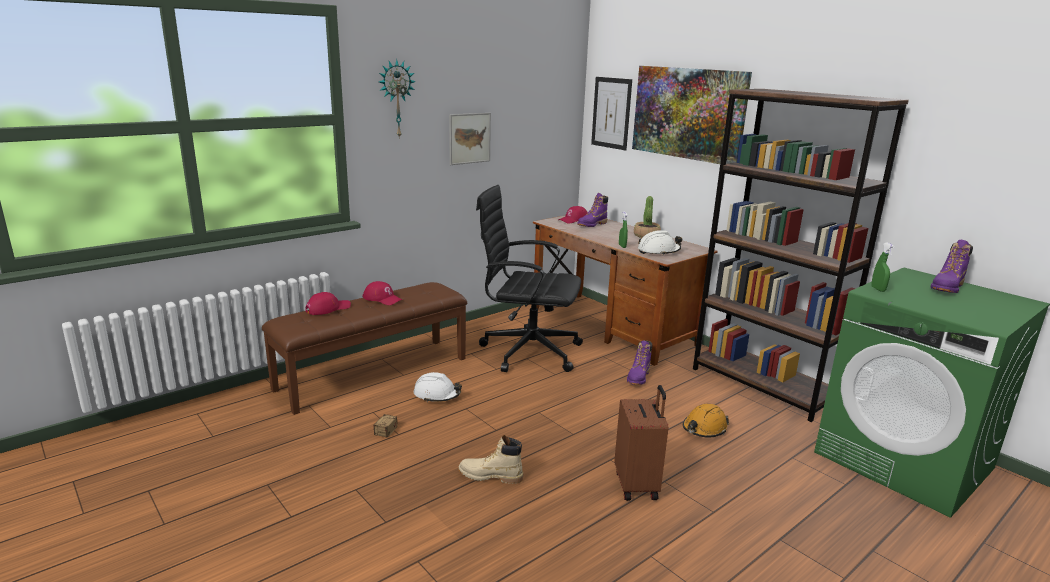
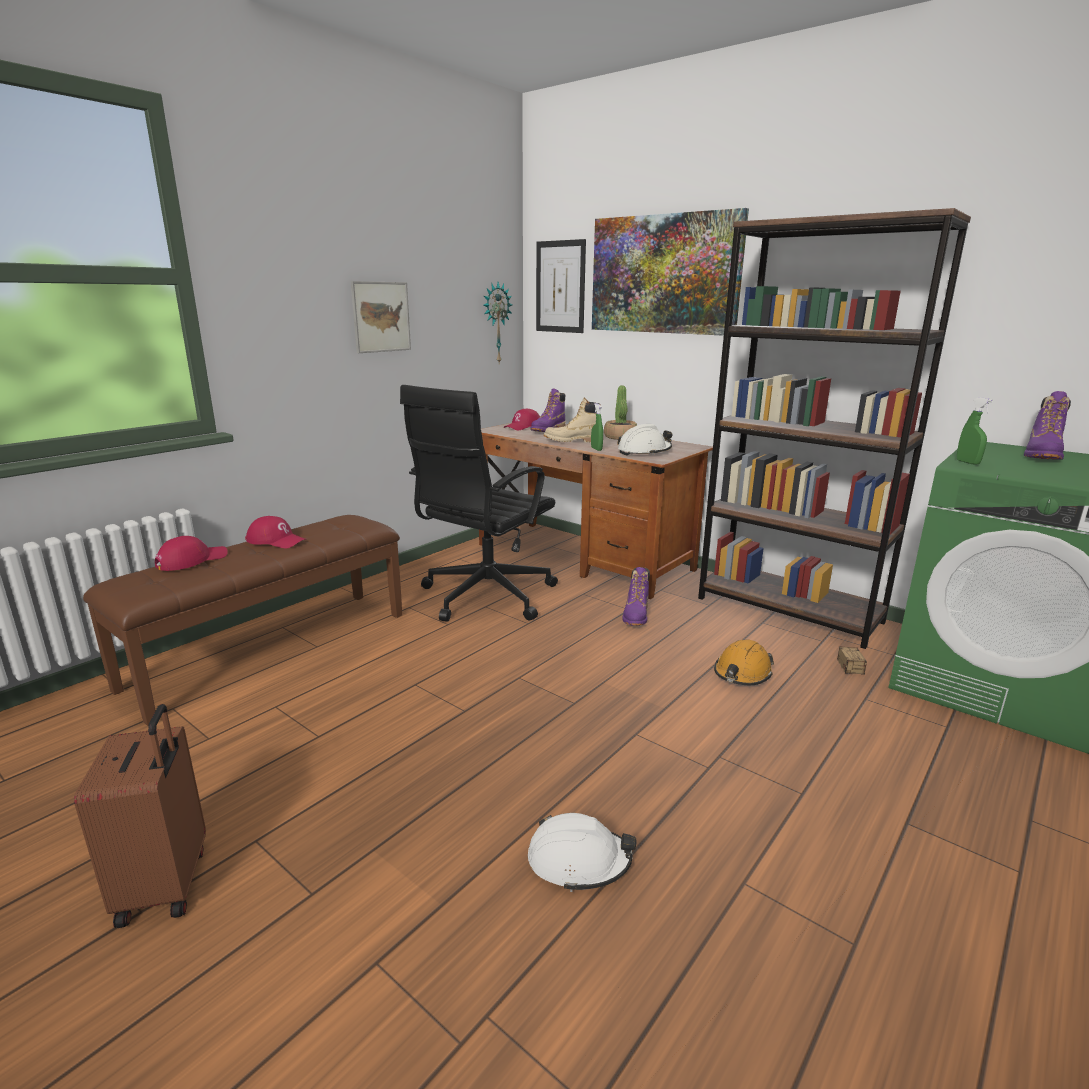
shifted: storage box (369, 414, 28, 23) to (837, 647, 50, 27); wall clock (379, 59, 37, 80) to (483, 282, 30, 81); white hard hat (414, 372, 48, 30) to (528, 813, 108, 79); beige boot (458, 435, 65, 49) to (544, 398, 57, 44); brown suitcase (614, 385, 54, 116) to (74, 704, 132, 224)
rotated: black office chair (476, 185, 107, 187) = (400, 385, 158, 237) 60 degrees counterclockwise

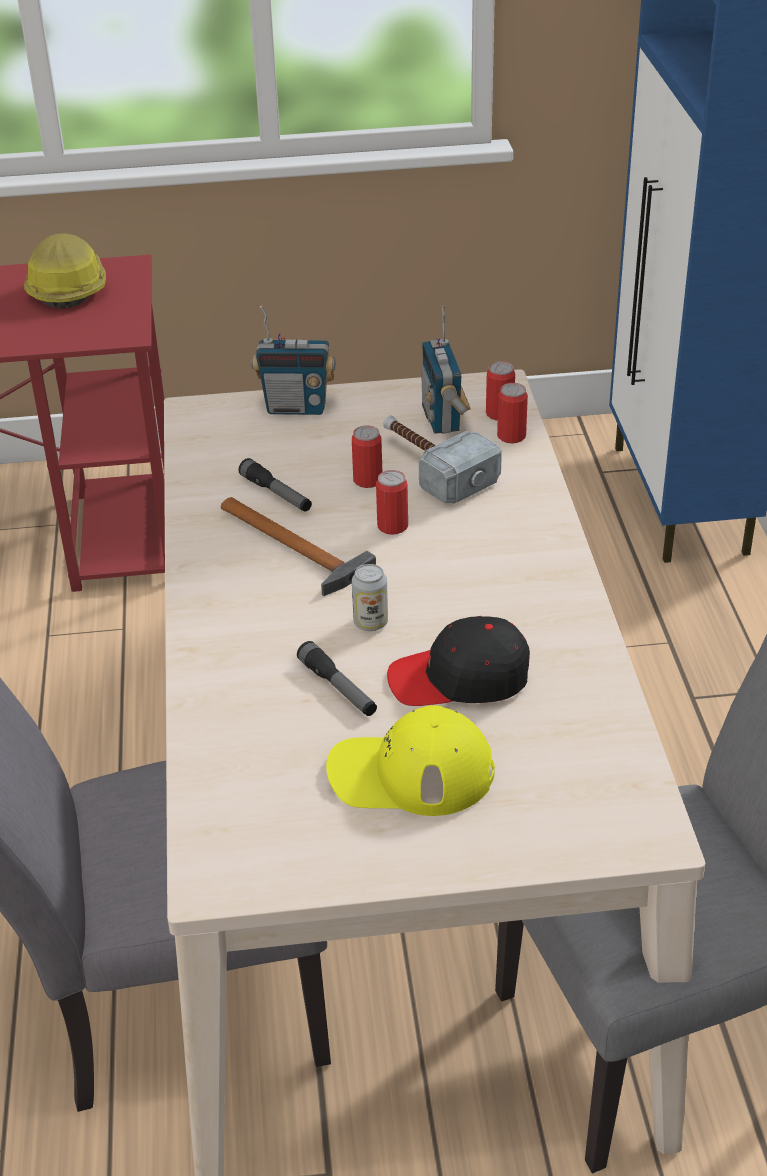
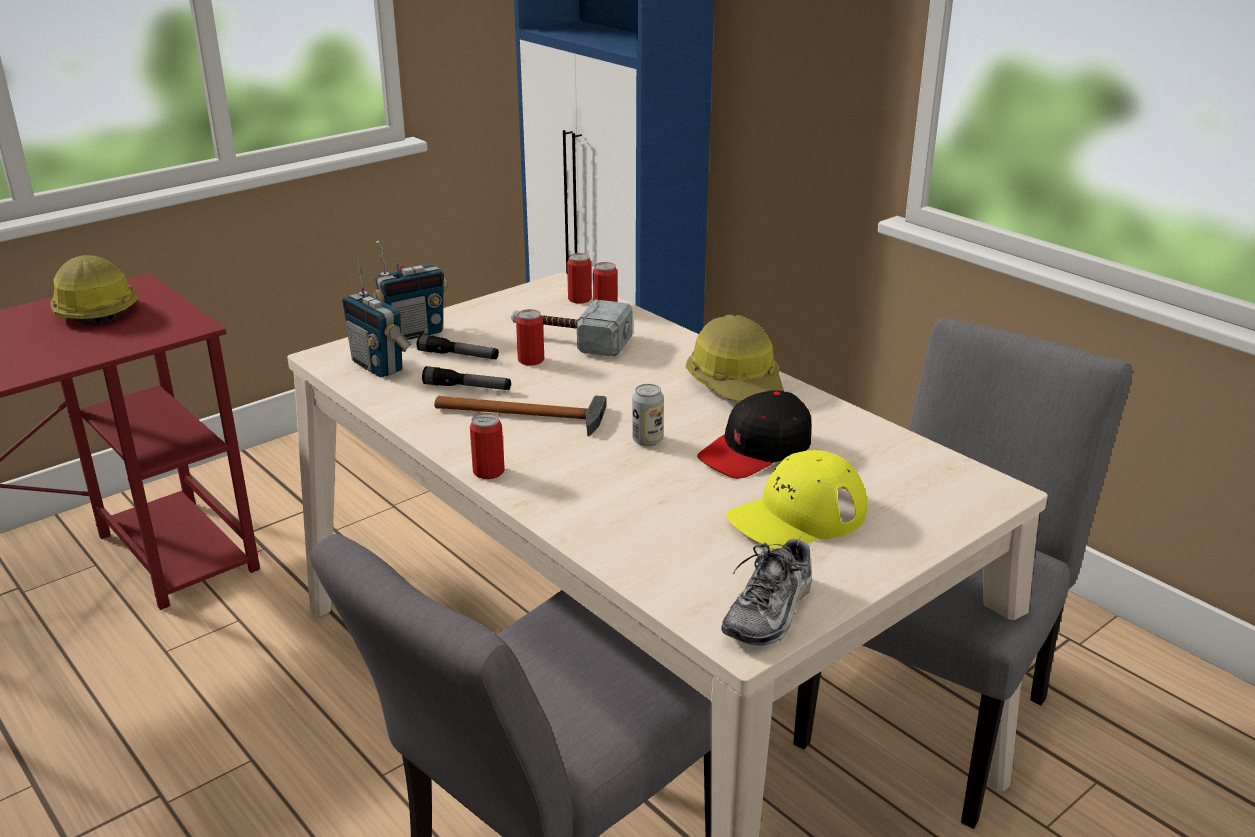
new: hard hat (686, 315, 98, 86); shoe (721, 535, 91, 110)
shifted: flashlight (297, 641, 80, 75) to (417, 334, 82, 25); can (376, 470, 32, 65) to (470, 413, 35, 66); radio (421, 305, 50, 129) to (342, 258, 69, 120)

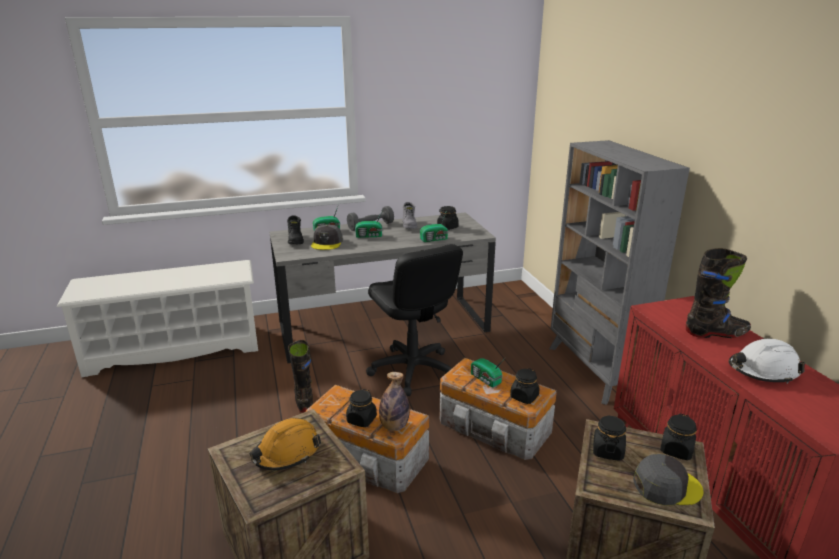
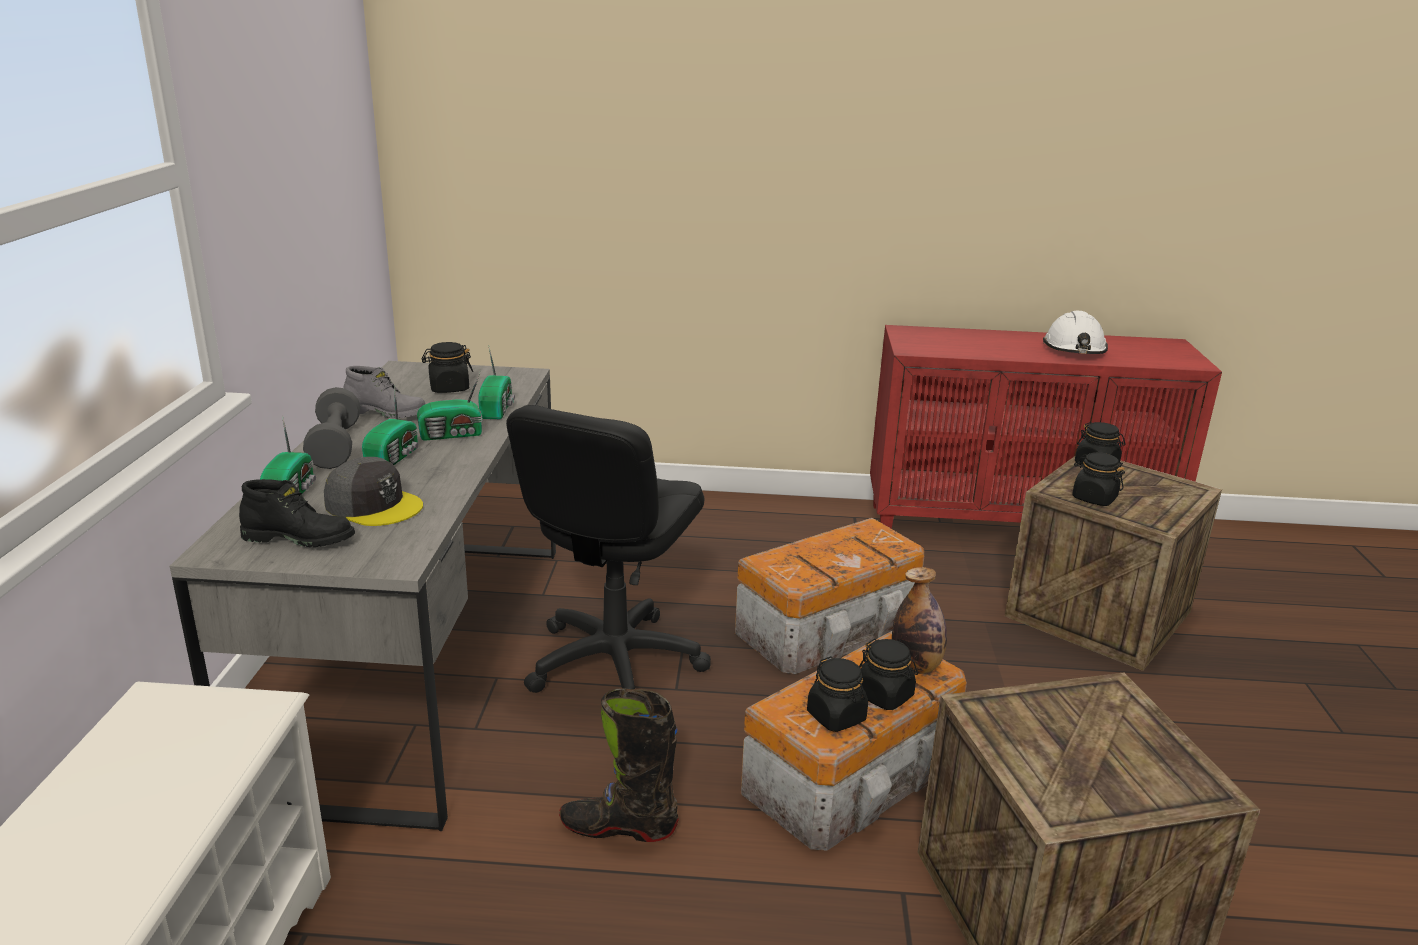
gone: orange hard hat (249, 418, 72, 52); grey bookcase (549, 140, 141, 265); grey cap (633, 454, 71, 51); black boot (686, 248, 65, 90)
shifted: radio (471, 357, 35, 30) to (417, 371, 66, 70); black jar (510, 368, 30, 36) to (807, 656, 61, 76)
rotated: black office chair (366, 244, 97, 152) = (506, 405, 205, 288) 120 degrees clockwise

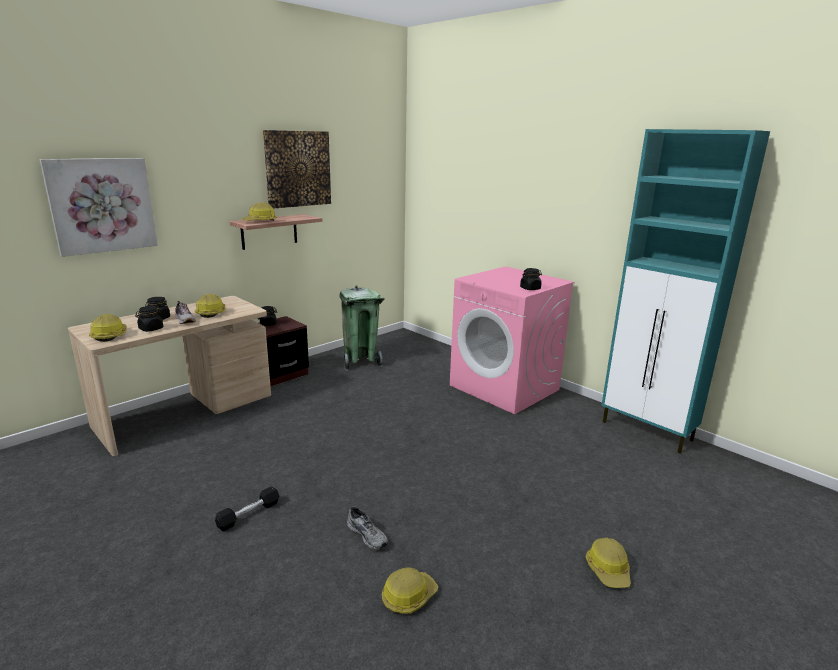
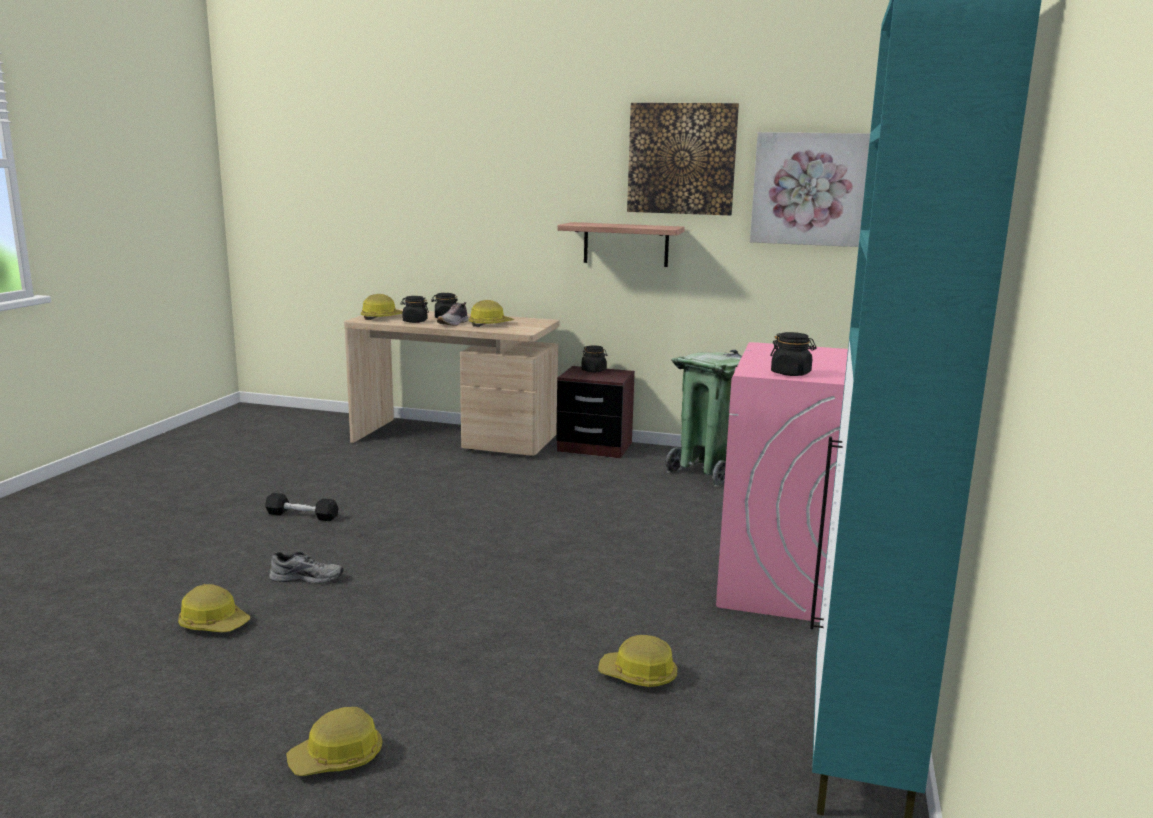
shifted: picture (40, 158, 118, 99) to (750, 132, 120, 115); hard hat (242, 202, 35, 19) to (598, 635, 79, 52)
rotated: grey shoe (347, 507, 41, 43) = (269, 552, 75, 32) 105 degrees counterclockwise

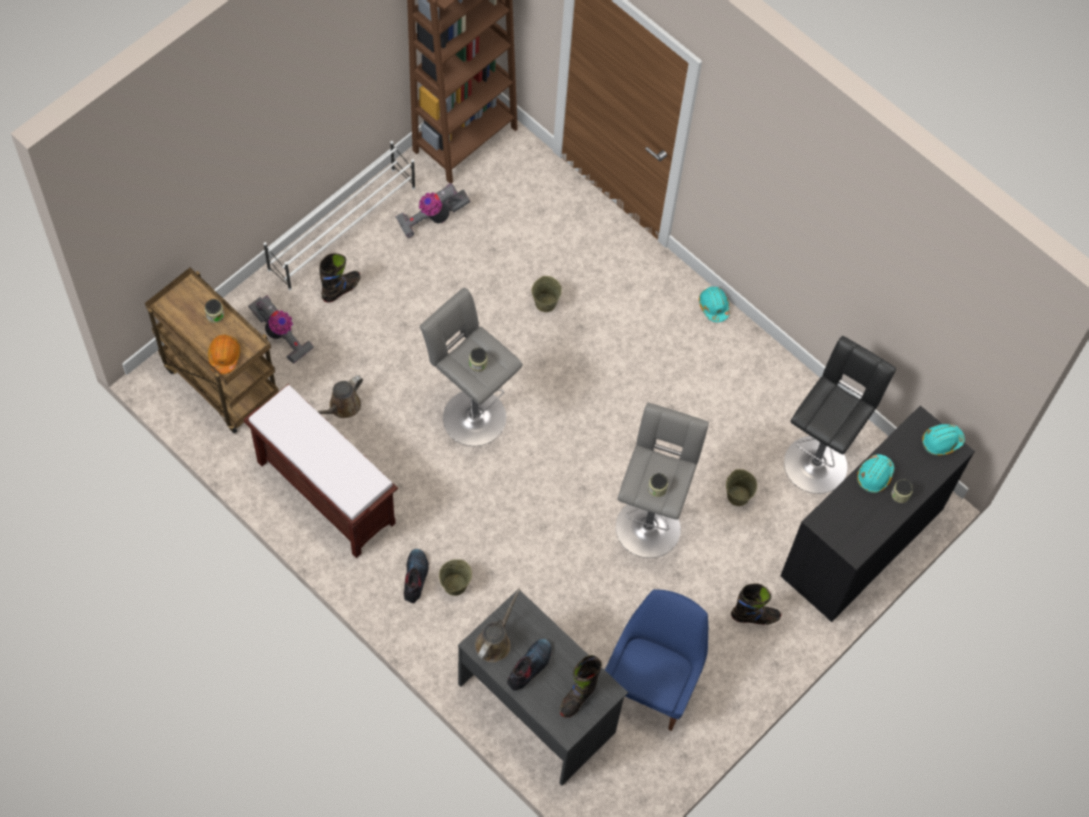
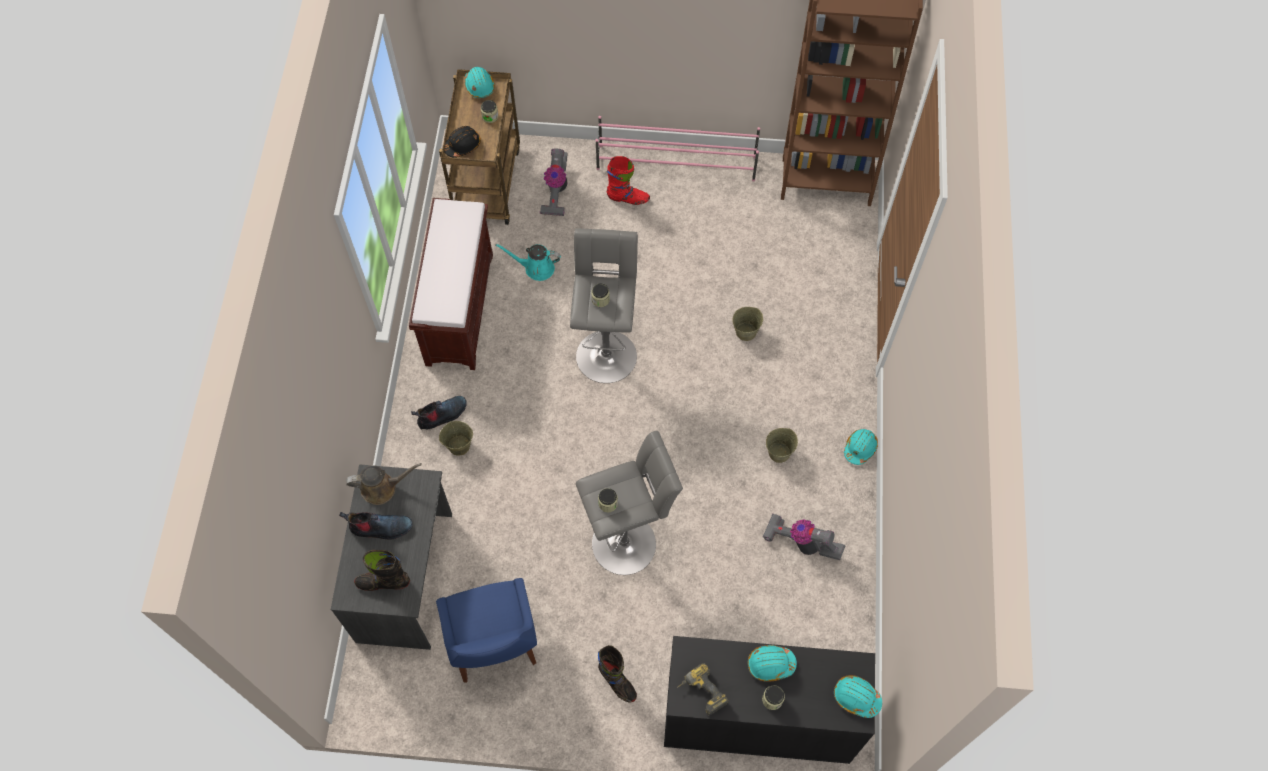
gone: black stool (784, 336, 112, 158)
new: turquoise hard hat (465, 67, 30, 31); power drill (677, 663, 51, 53)
shifted: vacuum cleaner (395, 183, 75, 56) to (763, 513, 82, 47); beige bucket (726, 469, 31, 37) to (766, 428, 32, 35)
repainted: orange hard hat (208, 334, 32, 40) to black hard hat (444, 126, 37, 32); white shoe rack (263, 141, 152, 149) to pink shoe rack (596, 116, 164, 66); brown watering can (318, 375, 45, 43) to turquoise watering can (495, 244, 66, 37); black boot (319, 253, 42, 49) to red boot (607, 156, 43, 49)
rotated: blue chair (605, 589, 103, 142) = (436, 578, 101, 105) 90 degrees clockwise

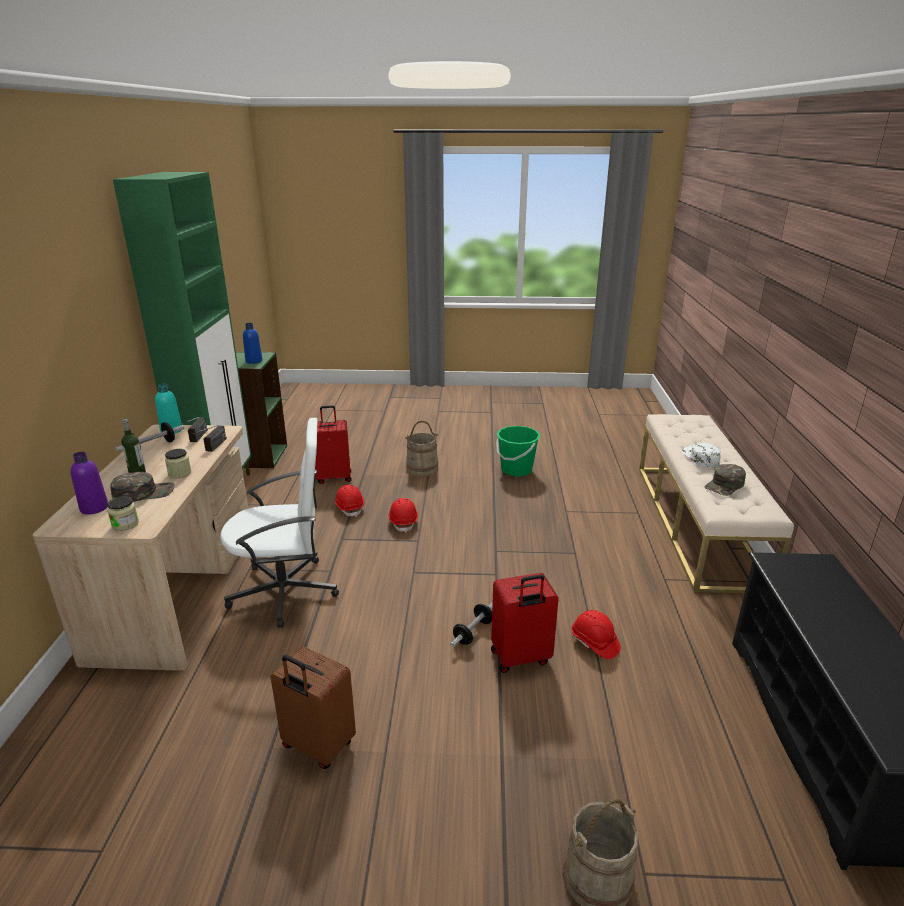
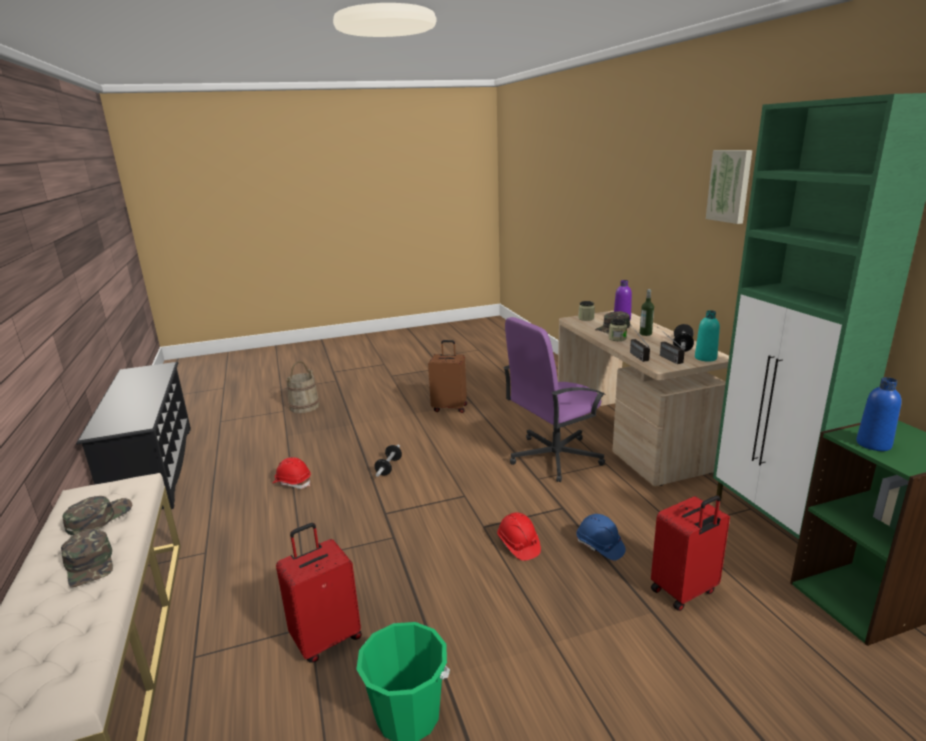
gone: beige bucket (405, 420, 34, 56)
new: picture (706, 150, 46, 74)
shifted: red suitcase (491, 573, 68, 100) to (276, 523, 86, 140)
repainted: white office chair (220, 418, 119, 210) to purple office chair (503, 317, 103, 165); red hard hat (335, 485, 29, 32) to blue hard hat (576, 514, 50, 47); white cap (682, 443, 39, 24) to green cap (61, 529, 52, 58)

